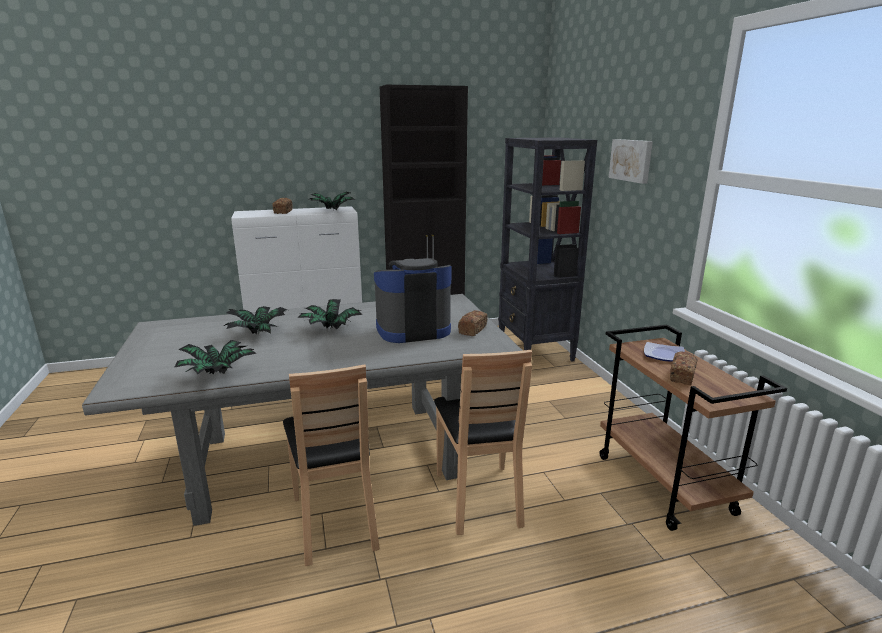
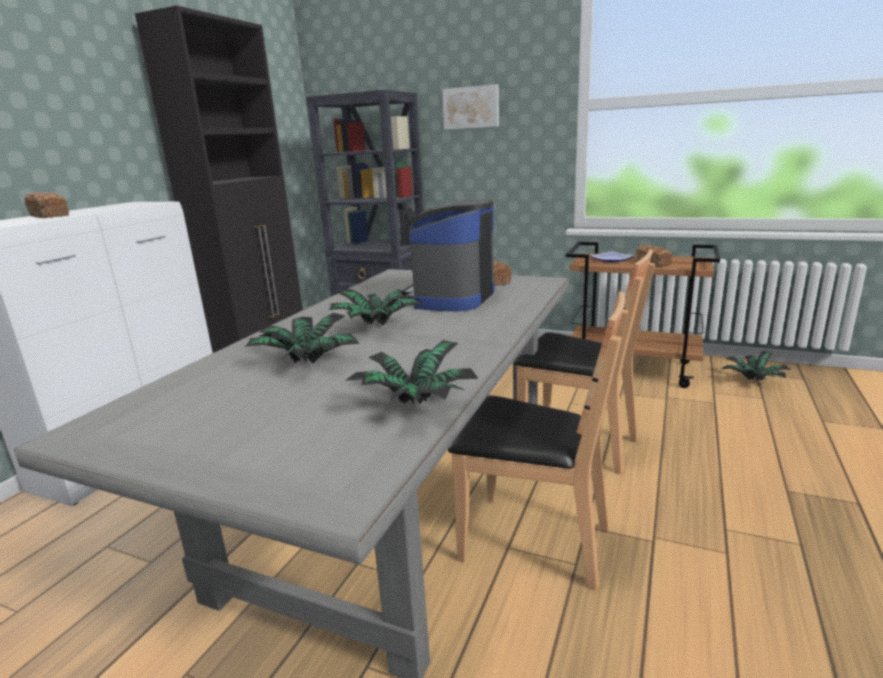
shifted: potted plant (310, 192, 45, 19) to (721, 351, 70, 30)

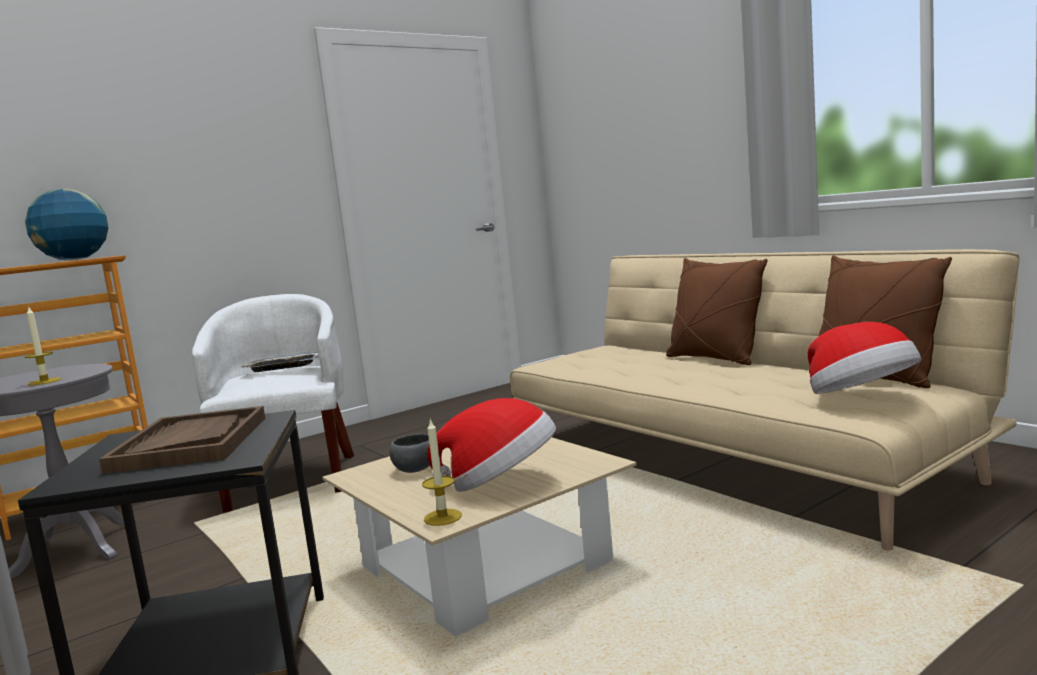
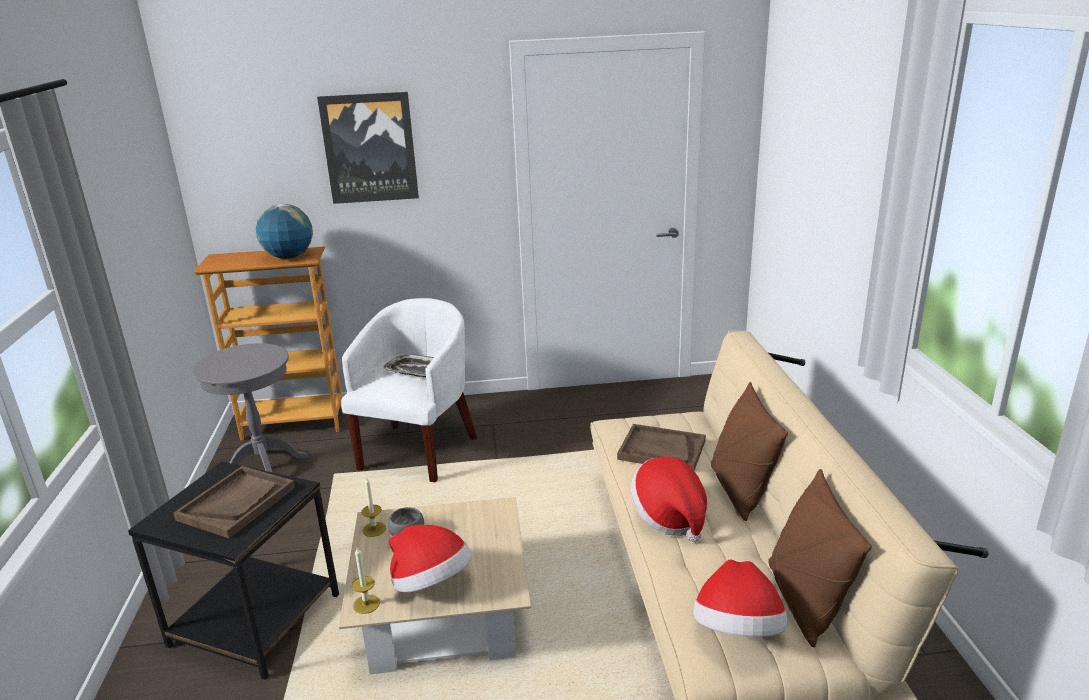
new: picture (317, 92, 102, 112); brown tray (617, 424, 89, 47); hat (630, 456, 78, 86)
shifted: candle (25, 306, 36, 79) to (361, 477, 25, 60)

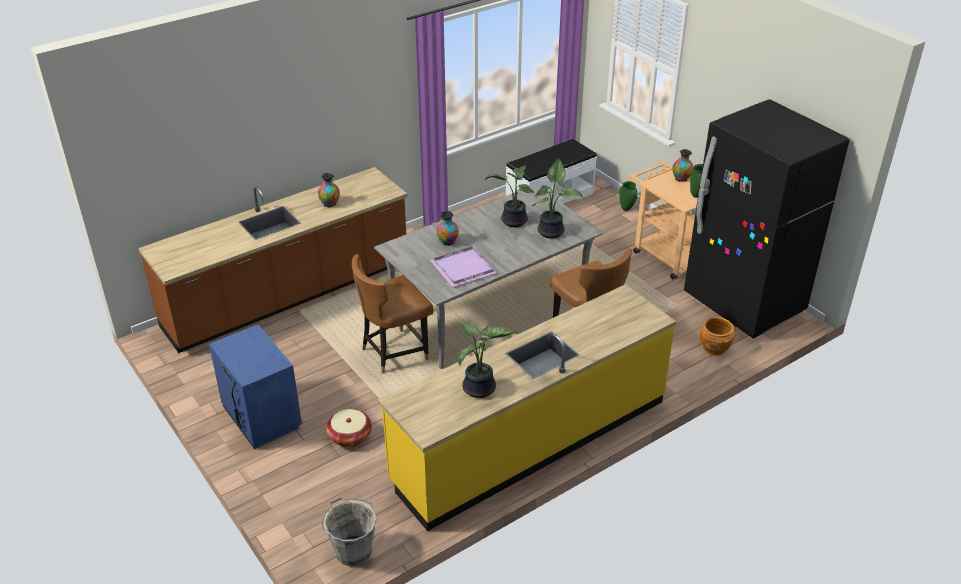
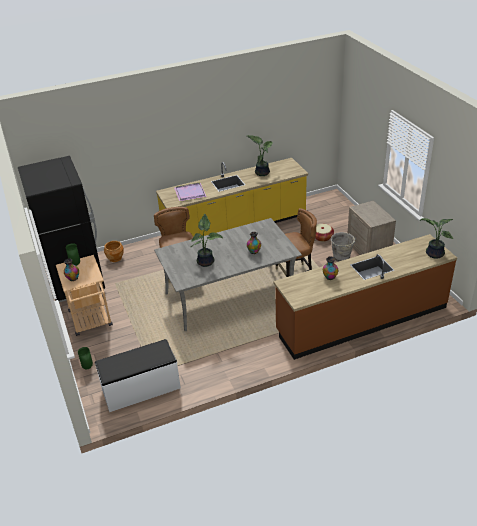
shifted: grey bucket (322, 497, 54, 69) to (331, 232, 25, 30); purple tray (430, 246, 67, 41) to (174, 183, 33, 19); potted plant (532, 159, 50, 80) to (420, 218, 33, 41)
repainted: blue nightstand (209, 324, 93, 125) to beige nightstand (348, 200, 48, 55)

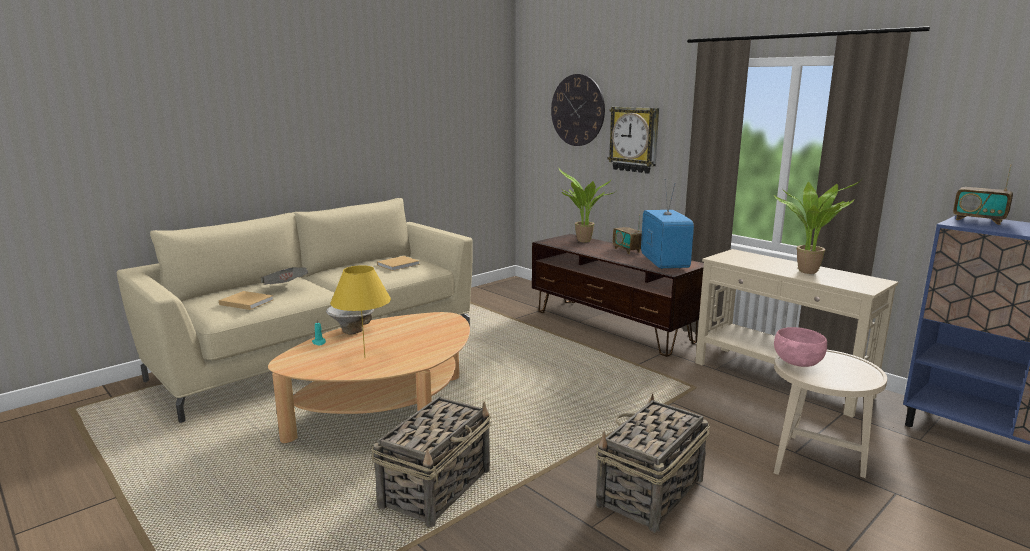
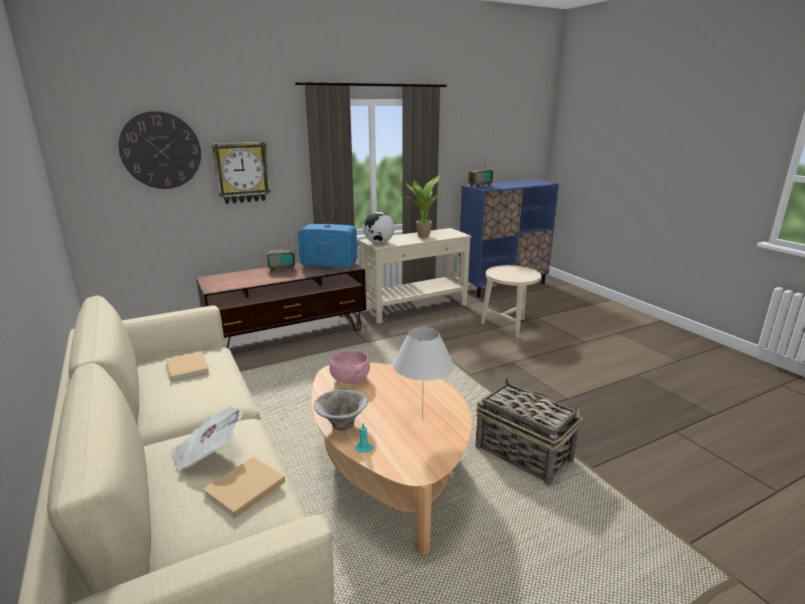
gone: potted plant (559, 169, 57, 73); basket (596, 393, 114, 140)
new: globe (363, 212, 32, 32)
shifted: pink bowl (774, 327, 53, 40) to (329, 350, 41, 34)
repainted: yellow table lamp (330, 265, 61, 92) to white table lamp (393, 328, 61, 92)

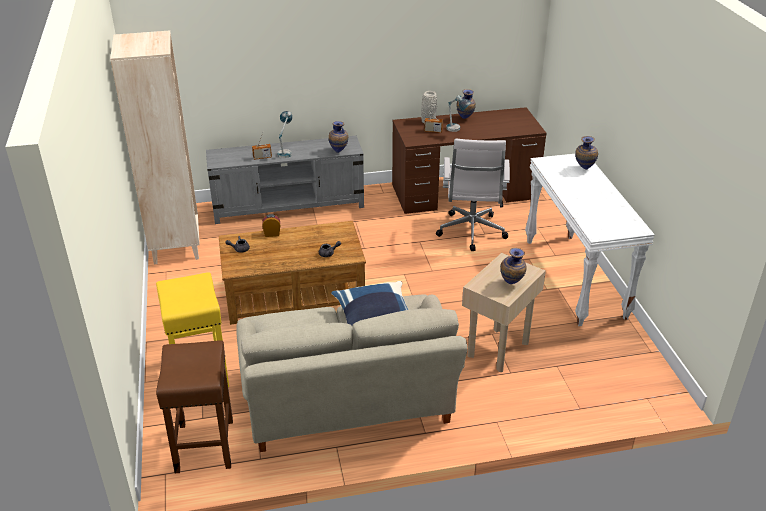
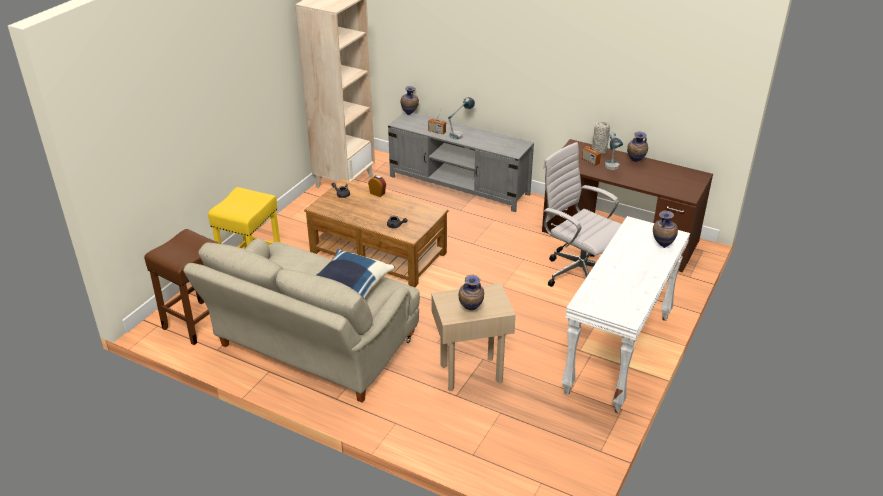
shifted: vase (328, 121, 20, 32) to (400, 86, 19, 29)
rotated: white office chair (436, 139, 74, 112) = (543, 142, 79, 145) 90 degrees clockwise

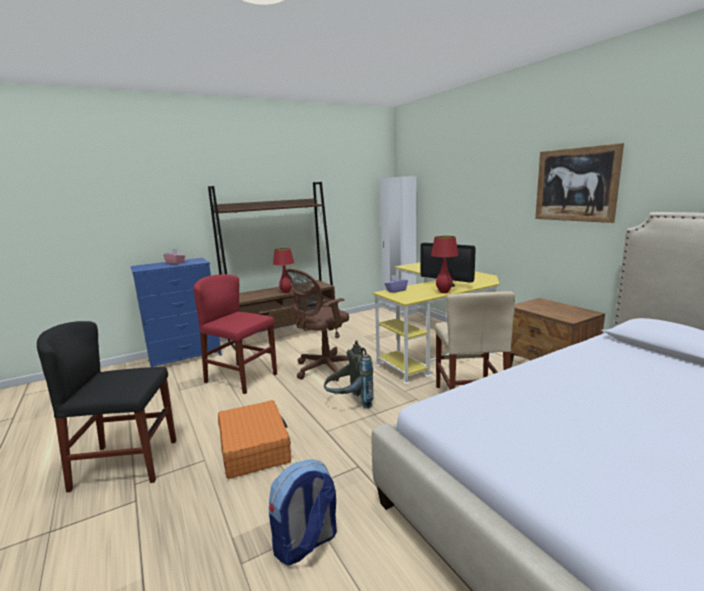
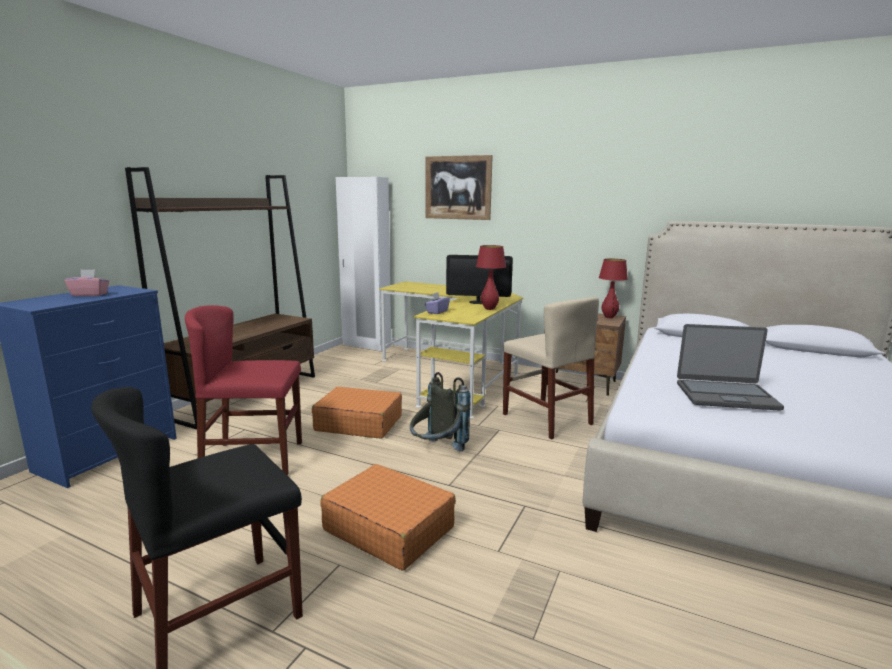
gone: backpack (269, 459, 68, 107)
new: laptop (677, 324, 107, 87)
shifted: red table lamp (273, 248, 21, 45) to (599, 259, 29, 59); picture (535, 143, 89, 80) to (426, 155, 67, 65)
swapped: brown office chair (284, 269, 65, 112) to orange suitcase (312, 387, 90, 52)

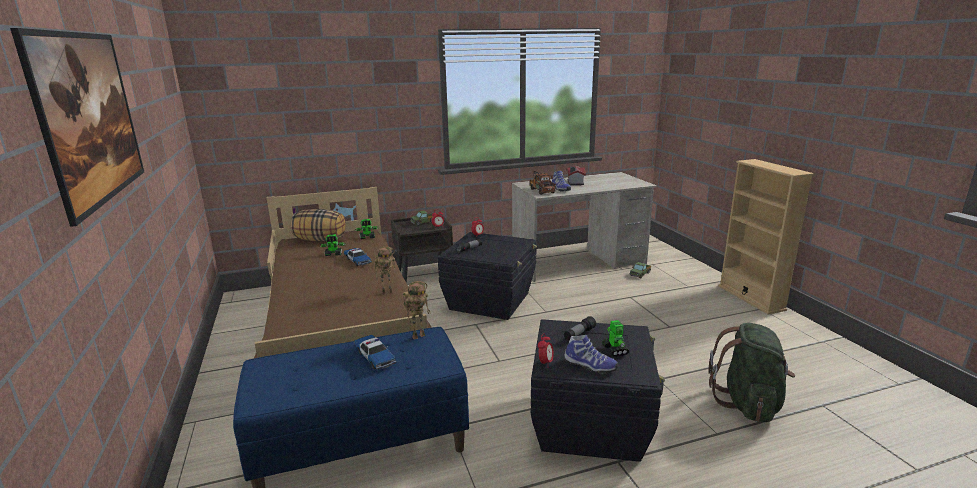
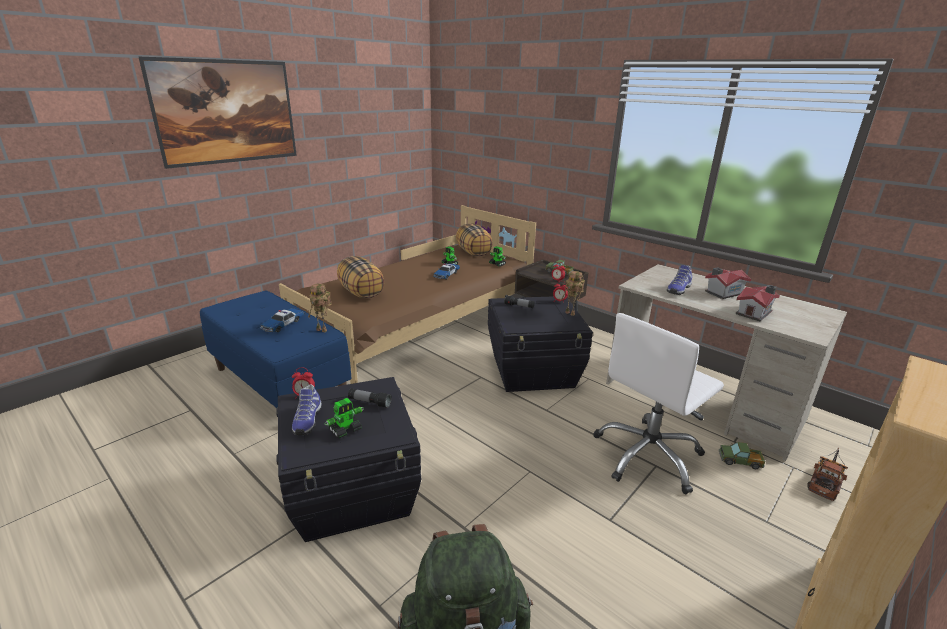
new: pillow (337, 256, 47, 42); white office chair (593, 313, 131, 181); toy house (736, 285, 44, 36)
shifted: toy robot (375, 246, 22, 49) to (561, 271, 24, 45); toy truck (529, 171, 27, 24) to (807, 448, 41, 53)

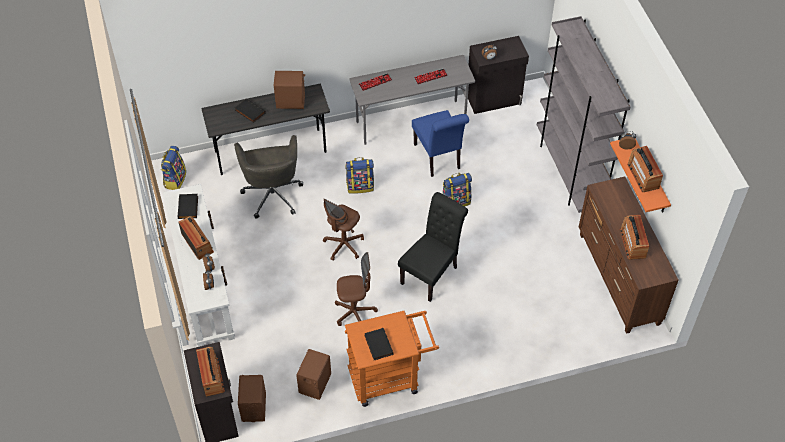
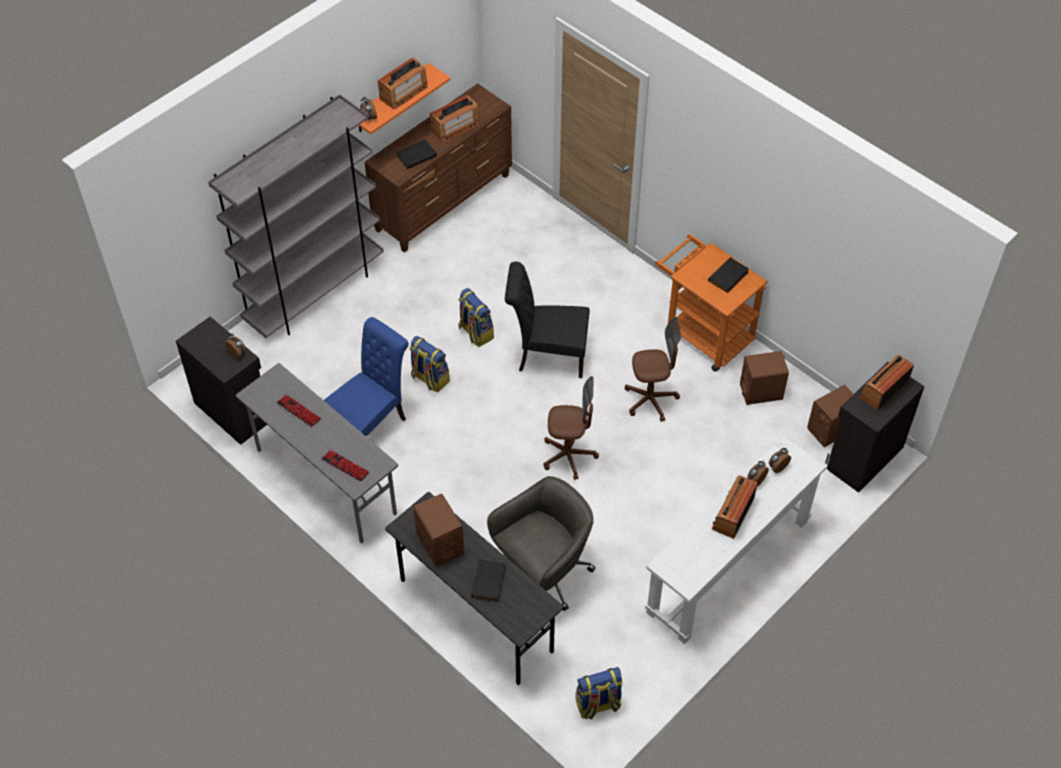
shifted: black book (178, 194, 20, 25) to (396, 139, 41, 30); backpack (345, 157, 29, 37) to (458, 288, 36, 59)
rotated: brown office chair (335, 252, 43, 74) = (625, 317, 56, 105) 120 degrees clockwise

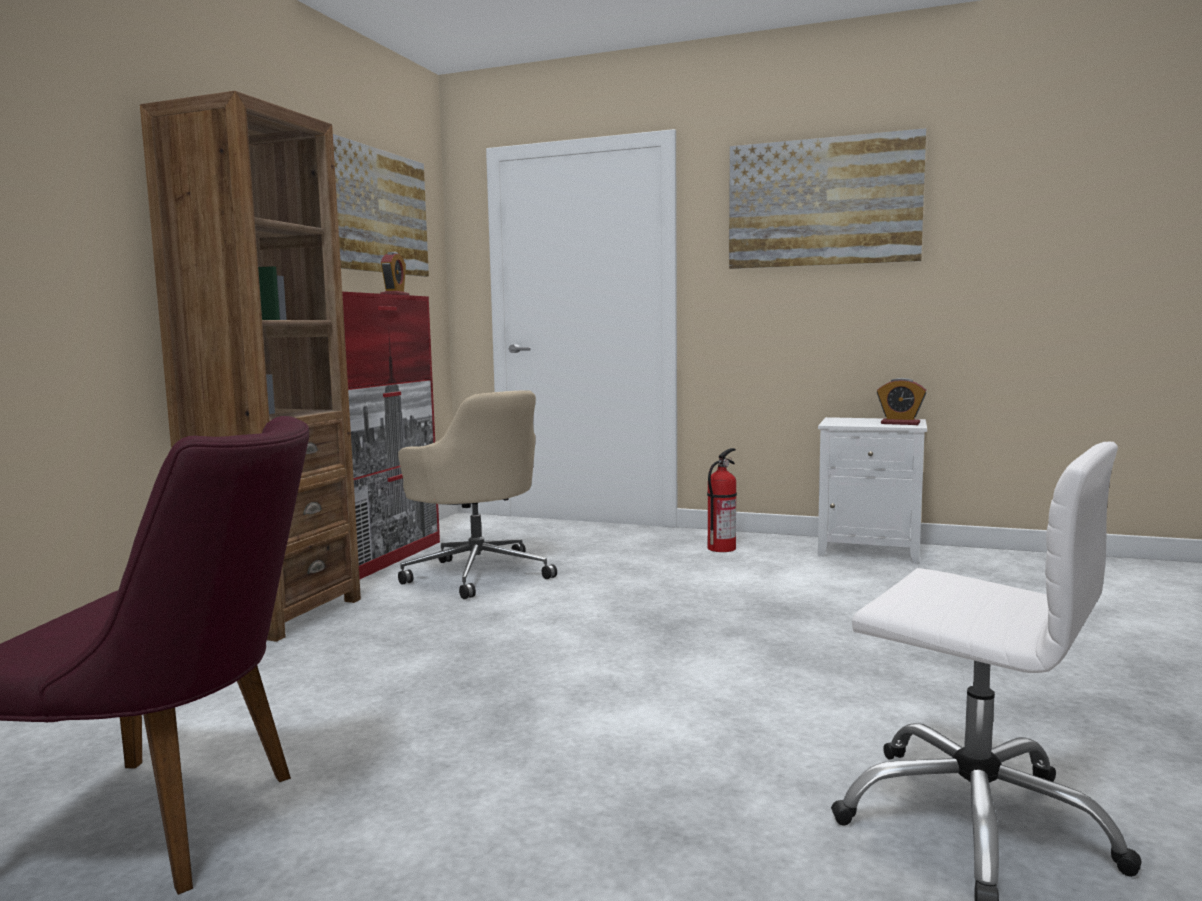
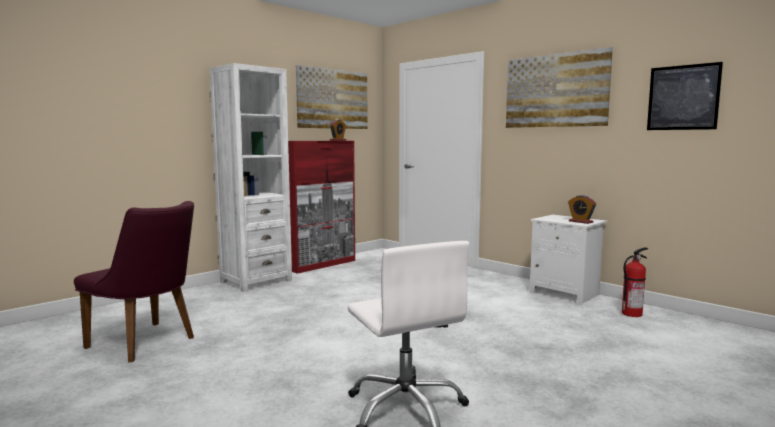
gone: beige office chair (398, 390, 159, 209)
new: picture (647, 62, 76, 68)
shifted: fire extinguisher (707, 448, 30, 104) to (622, 247, 26, 70)
repainted: brown bookcase (140, 91, 221, 551) to white bookcase (210, 63, 82, 229)

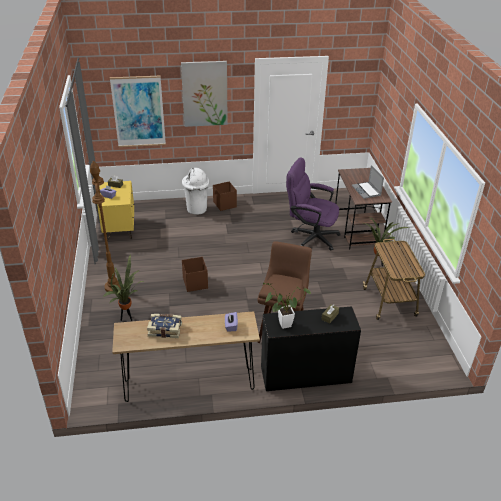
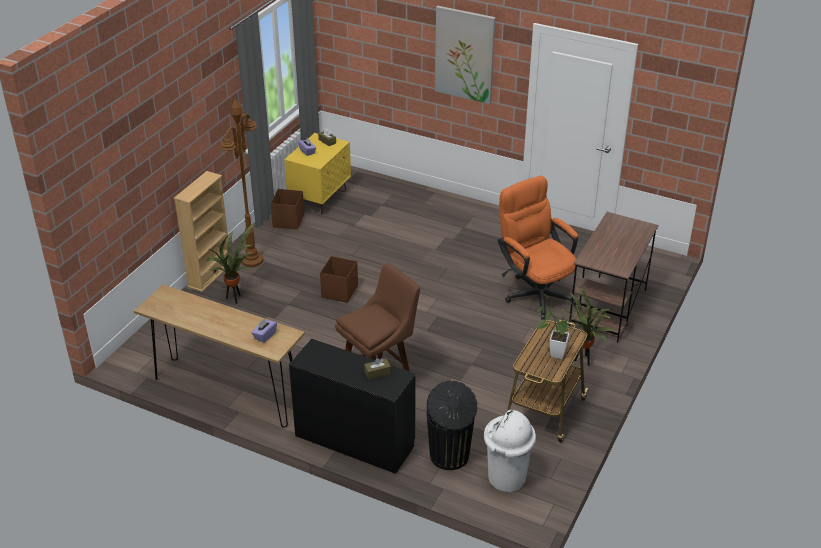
gone: picture (110, 75, 56, 72); book (147, 314, 35, 24); laptop (352, 165, 32, 34)
new: beige bookcase (174, 171, 54, 121); black trash can (426, 381, 52, 89)
shifted: white trash can (182, 168, 27, 47) to (484, 410, 52, 82); brown storage box (213, 182, 24, 29) to (270, 189, 34, 41); potted plant (263, 283, 48, 46) to (535, 294, 53, 65)
repainted: purple office chair (286, 157, 55, 94) to orange office chair (498, 176, 80, 144)

